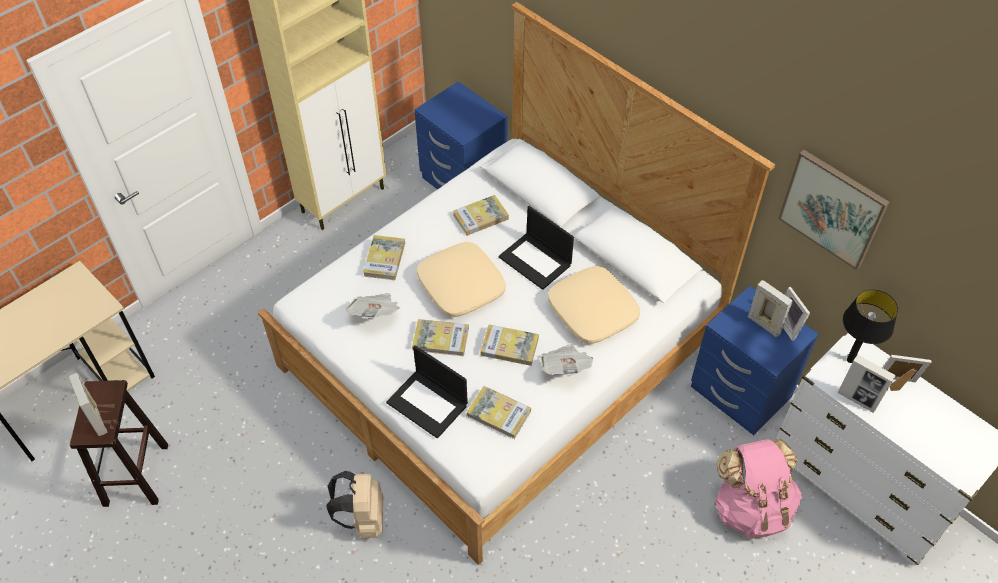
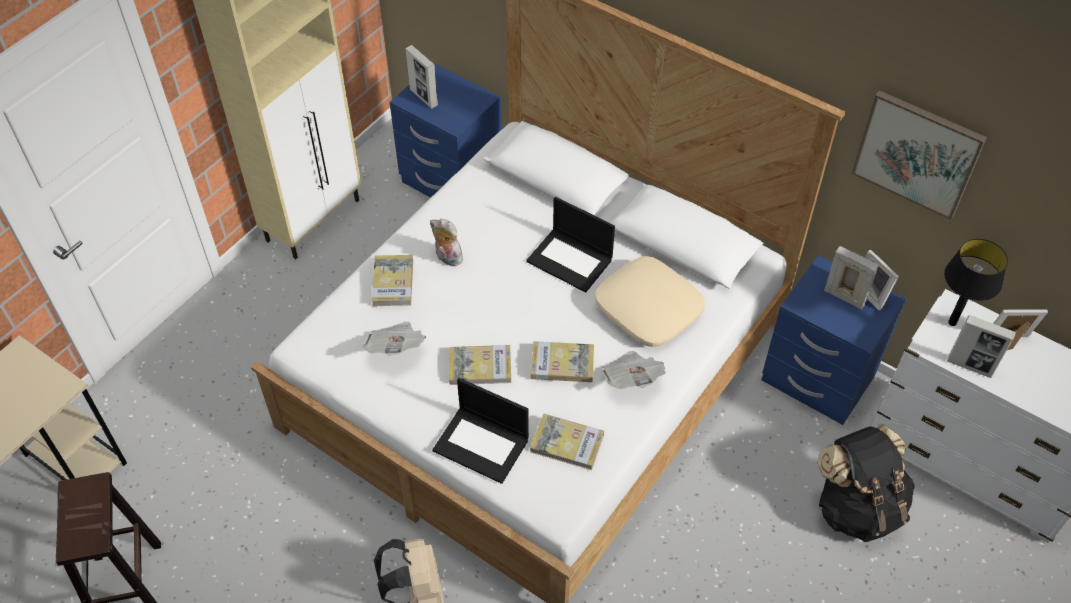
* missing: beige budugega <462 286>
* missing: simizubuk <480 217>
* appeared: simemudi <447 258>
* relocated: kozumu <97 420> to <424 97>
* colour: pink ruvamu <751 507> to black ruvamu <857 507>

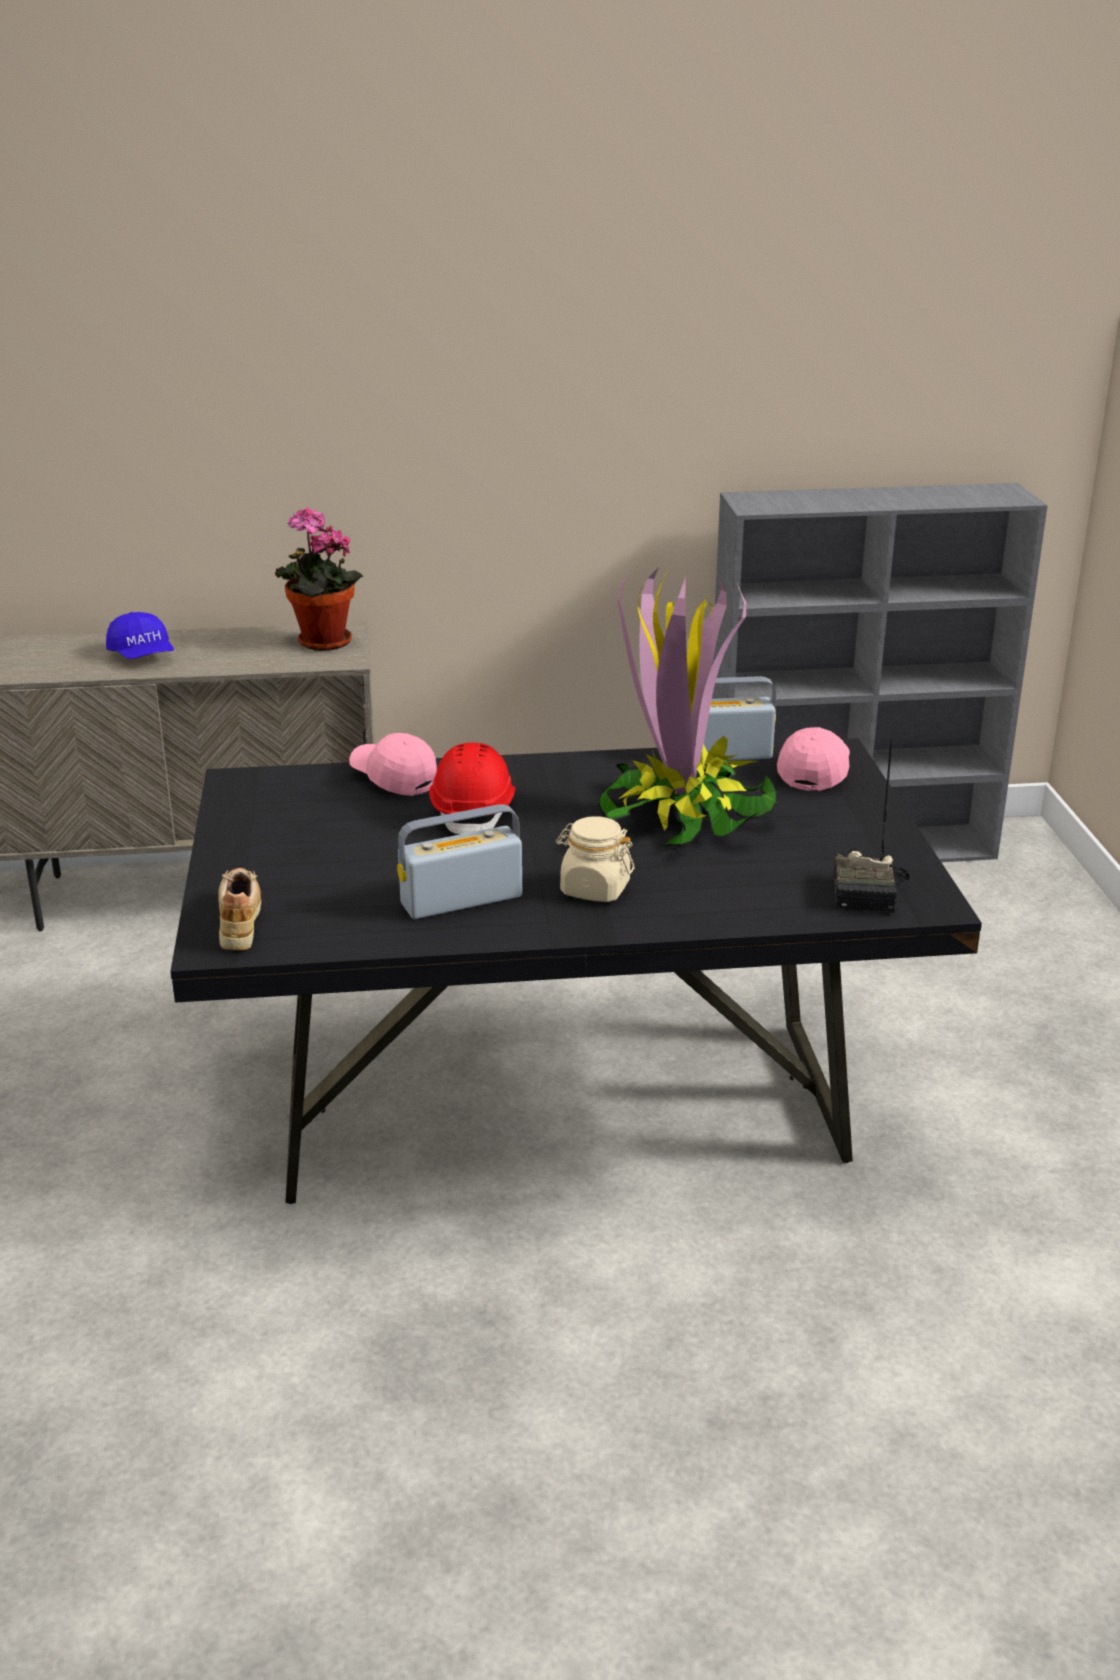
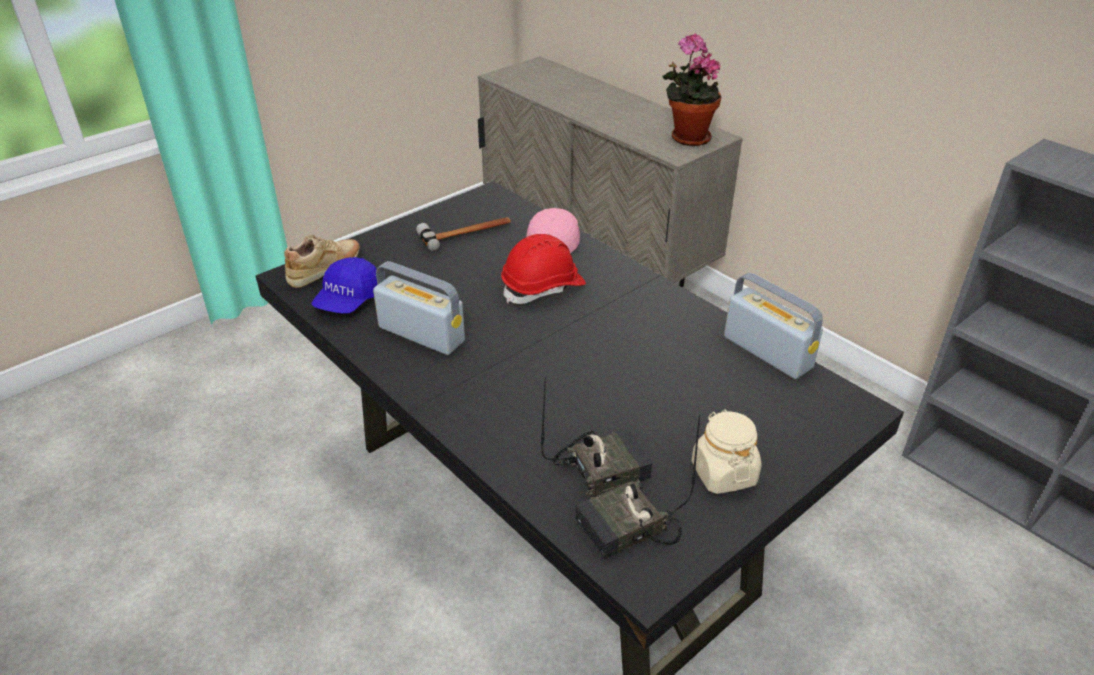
* missing: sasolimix <681 814>
* missing: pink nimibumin <814 771>
* appeared: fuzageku <466 234>
* appeared: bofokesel <602 467>
* relocated: blue nimibumin <142 656> to <348 301>
* relocated: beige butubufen <594 889> to <723 473>

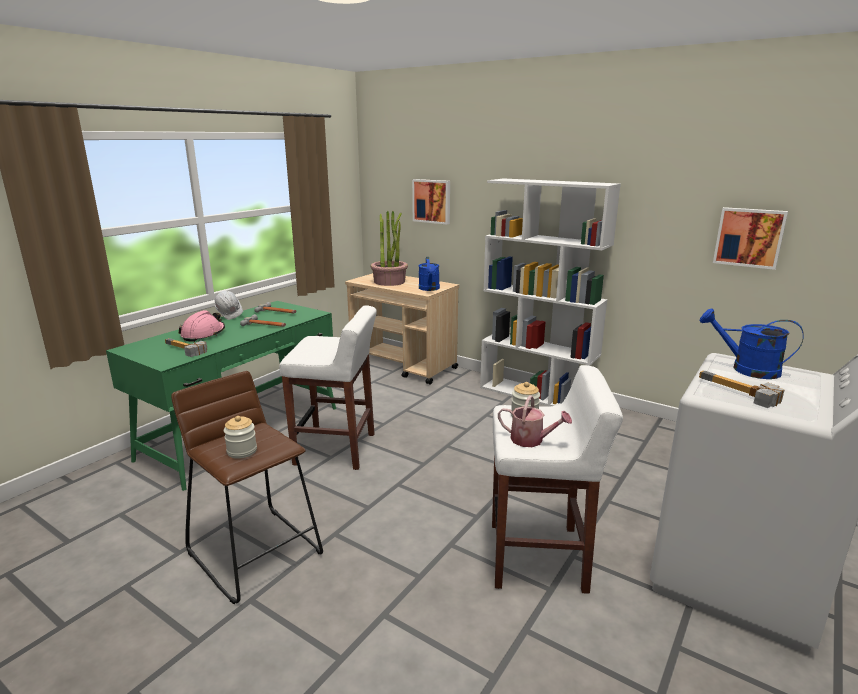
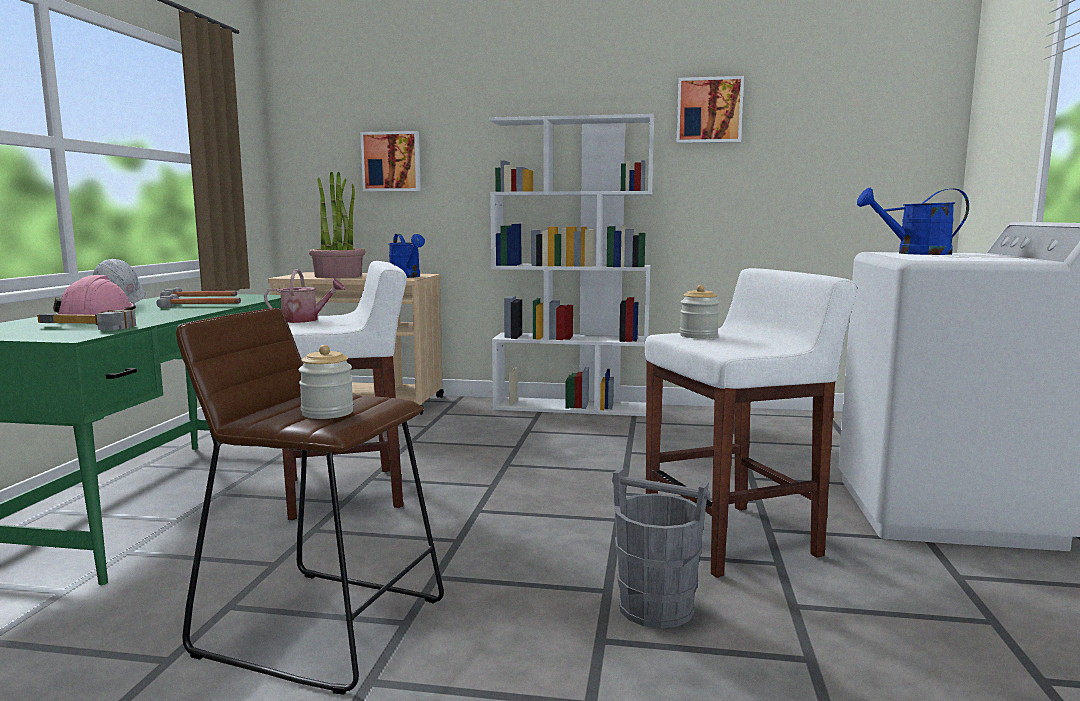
* missing: fuzageku <738 393>
* appeared: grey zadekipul <656 608>
* relocated: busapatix <531 440> to <305 320>
* relocated: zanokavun <749 237> to <709 110>

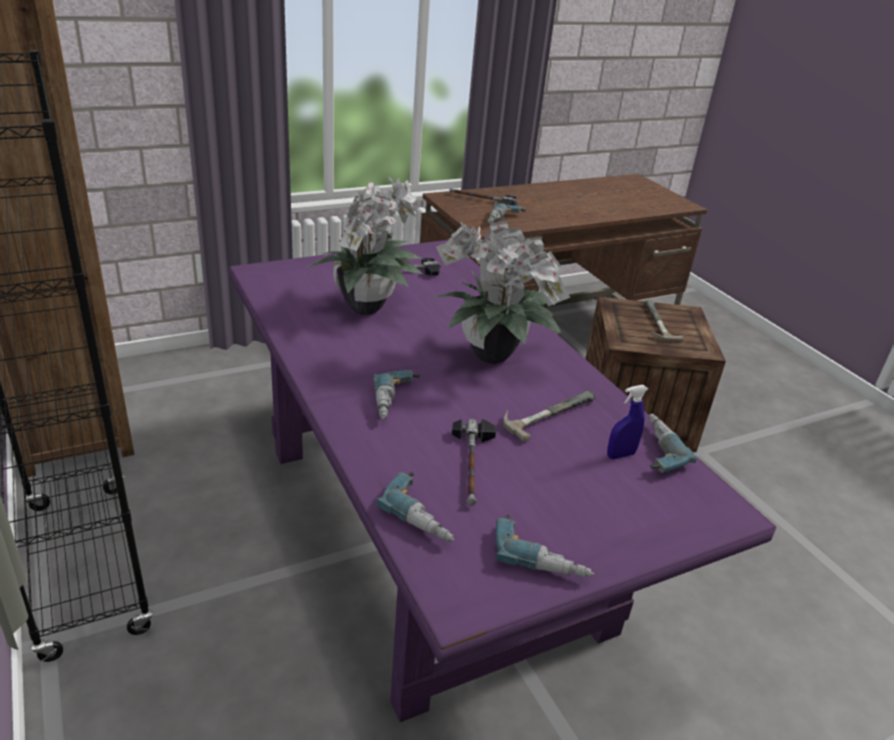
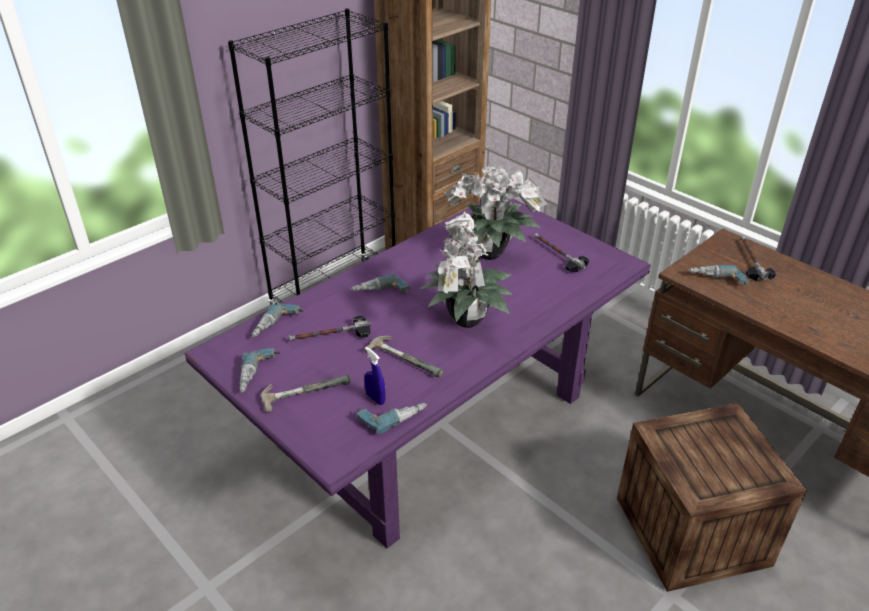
* relocated: fuzageku <654 323> to <304 389>

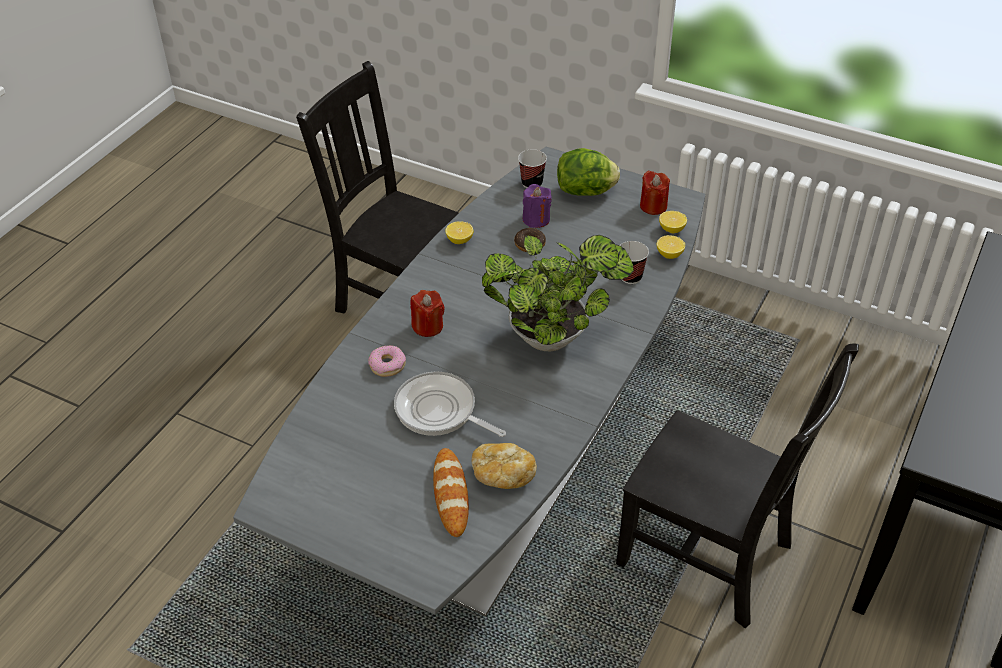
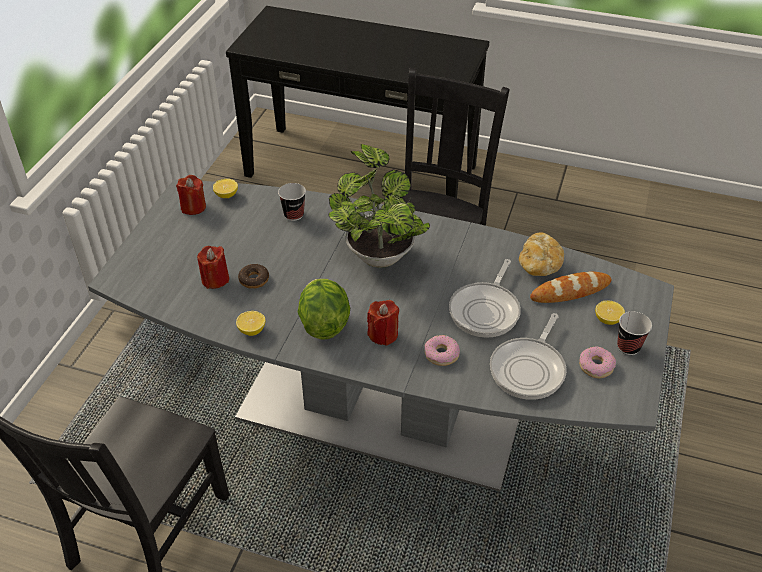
* appeared: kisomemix <529 369>
* appeared: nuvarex <596 366>
* relocated: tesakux <532 183> to <628 347>
* relocated: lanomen <586 192> to <324 323>
* relocated: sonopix <669 254> to <607 320>
* colour: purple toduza <536 219> to red toduza <215 279>

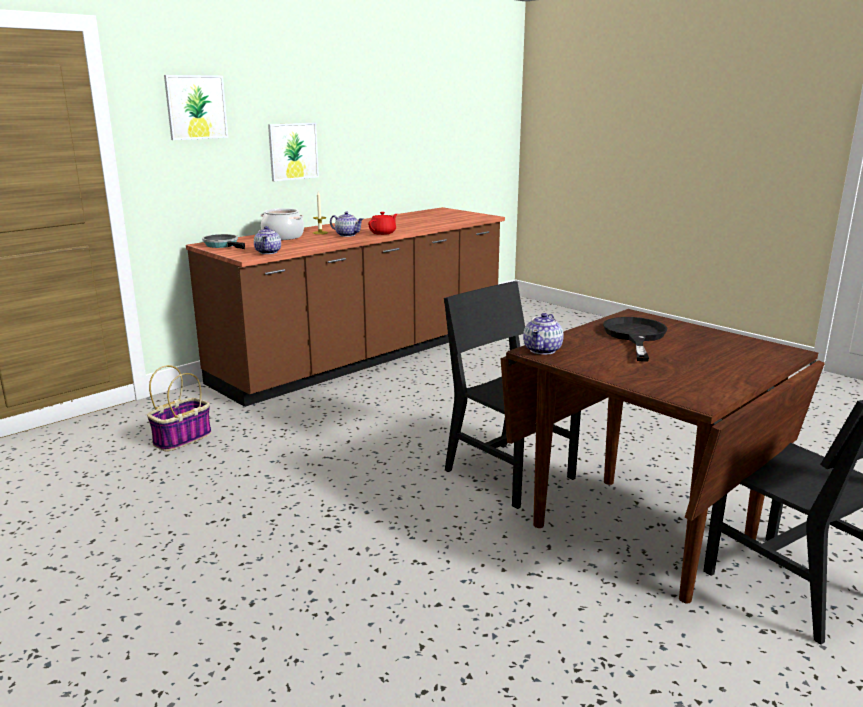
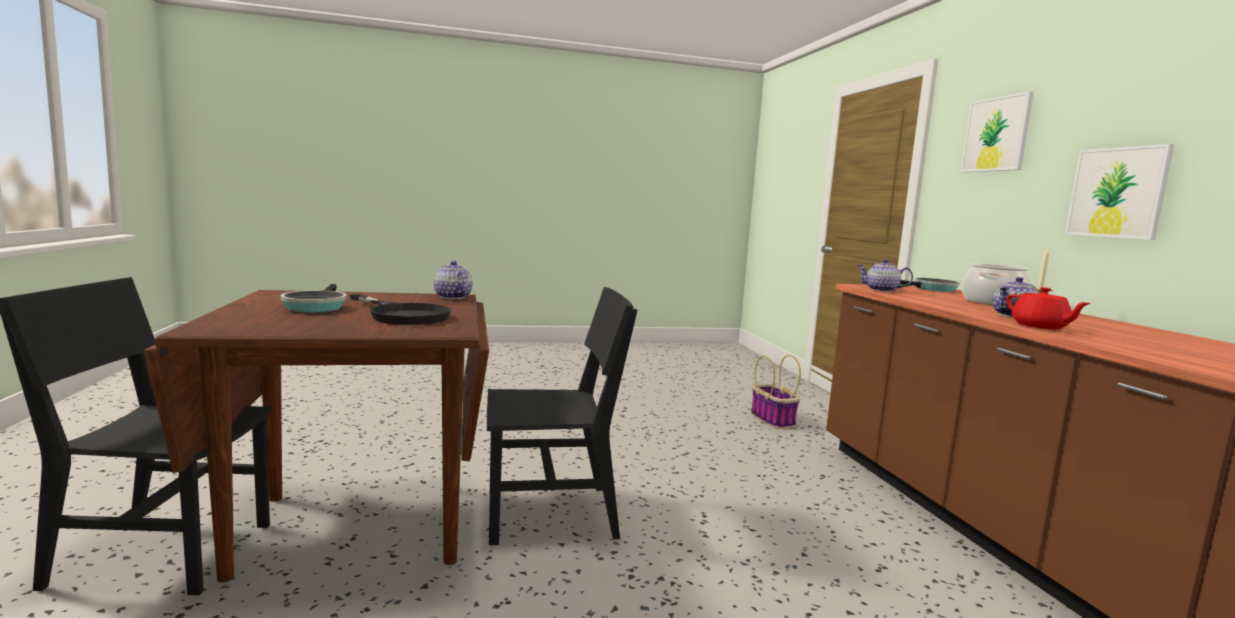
* appeared: kisomemix <315 307>

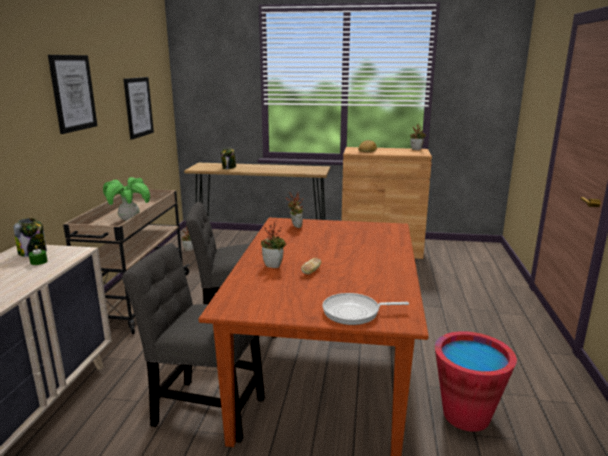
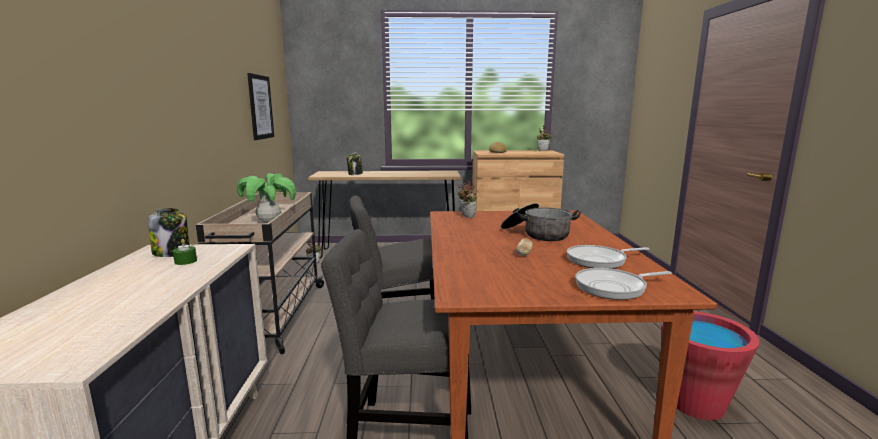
* missing: zanokavun <73 93>
* missing: sasolimix <274 265>
* appeared: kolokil <536 234>
* appeared: kisomemix <599 260>

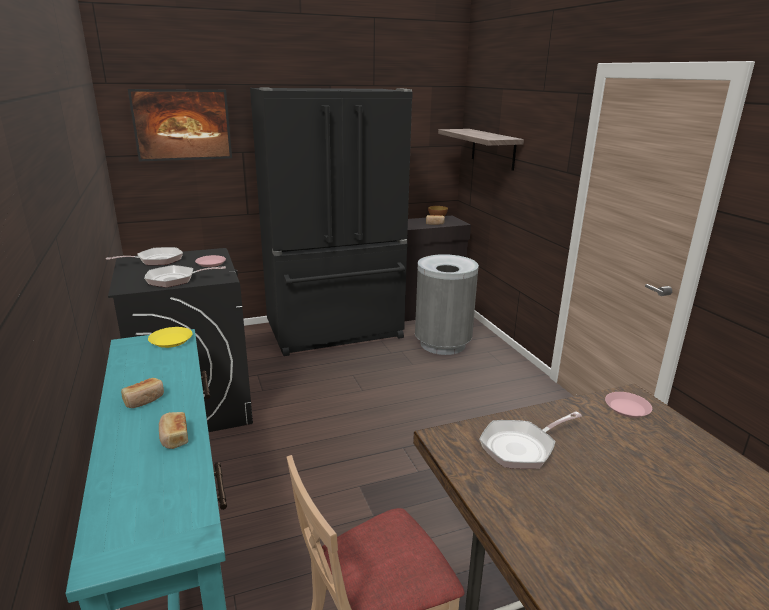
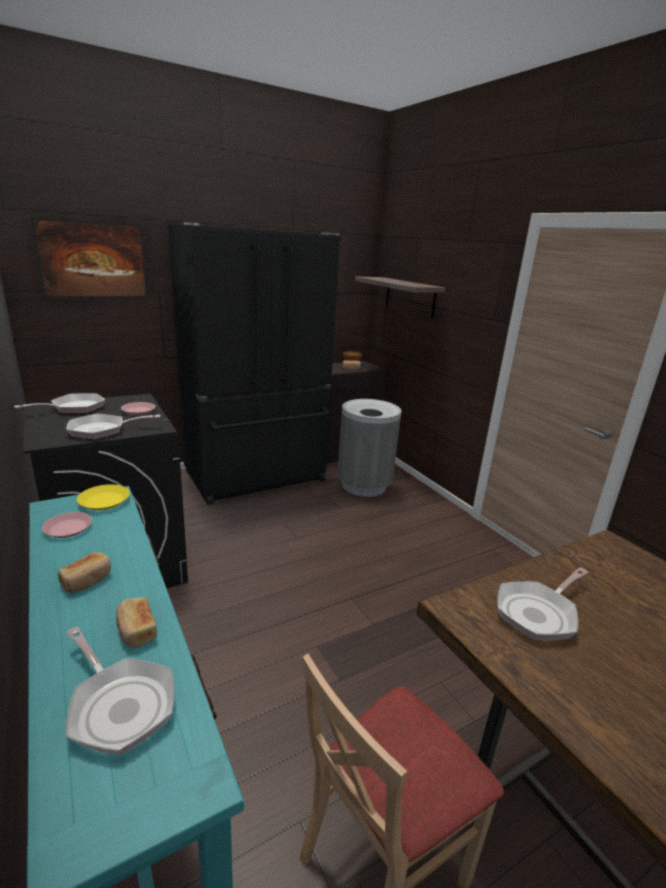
* appeared: kisomemix <119 705>
* relocated: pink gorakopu <627 408> to <68 528>

